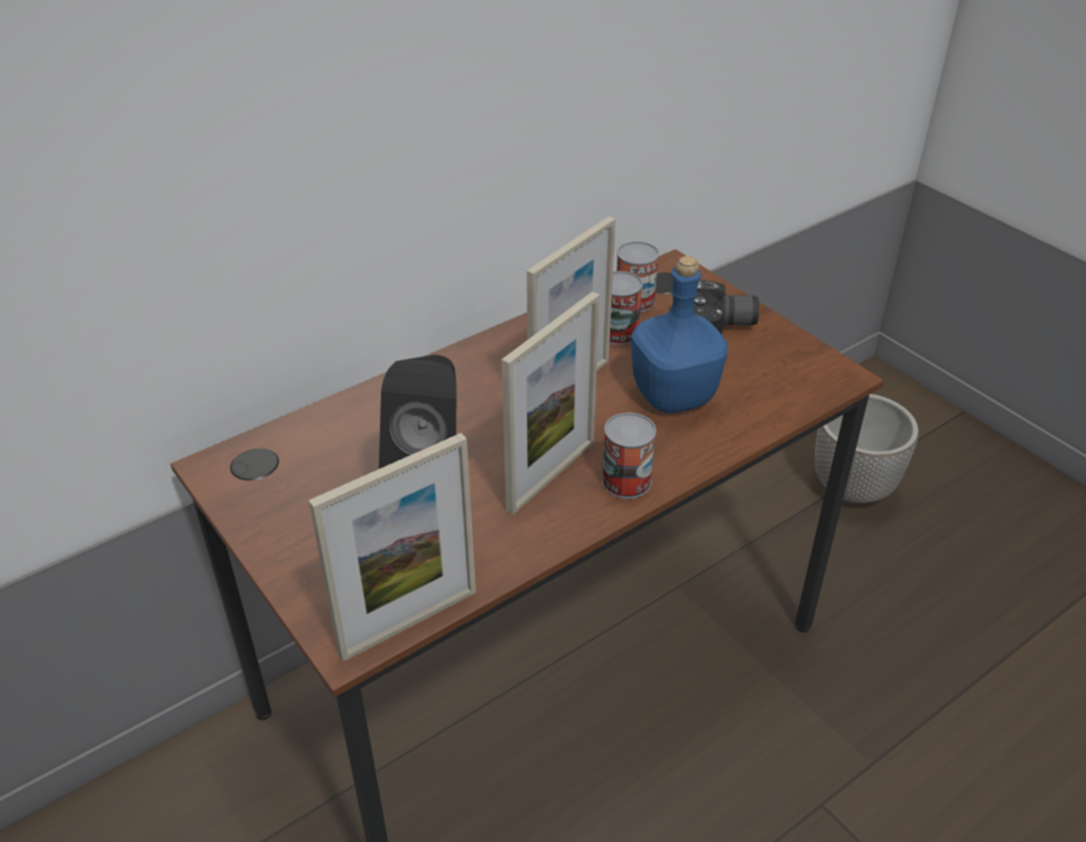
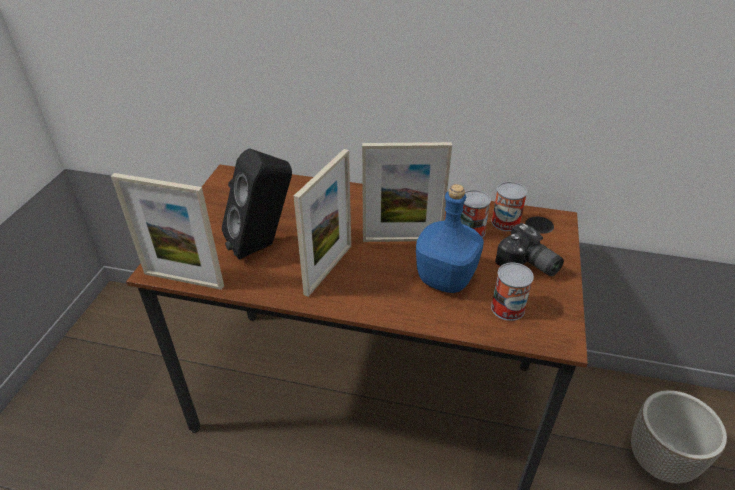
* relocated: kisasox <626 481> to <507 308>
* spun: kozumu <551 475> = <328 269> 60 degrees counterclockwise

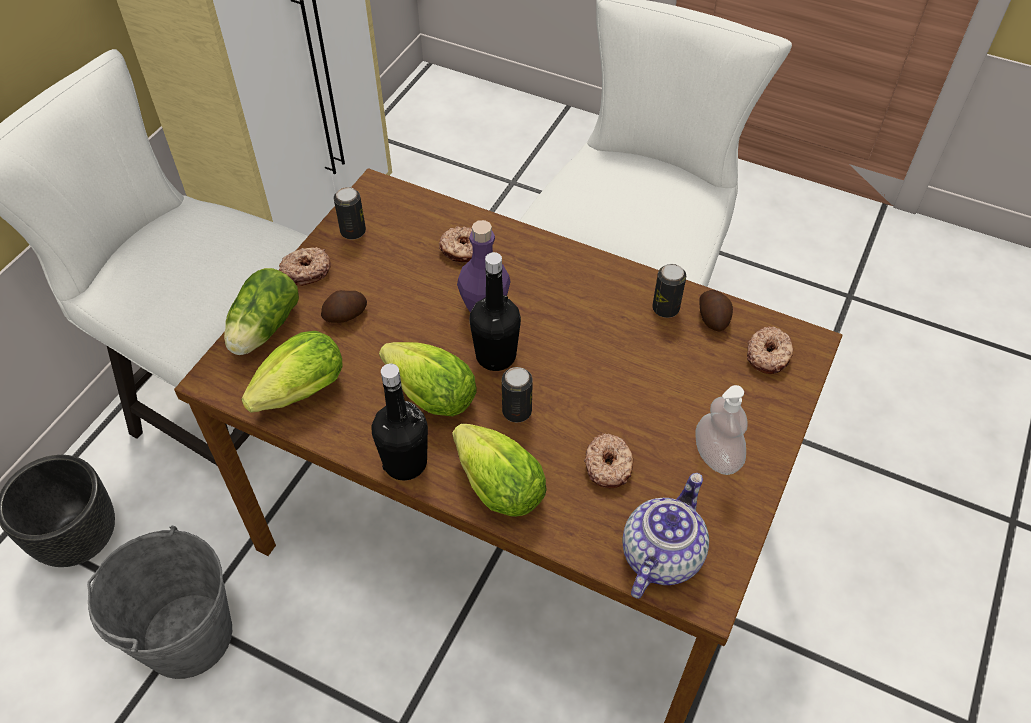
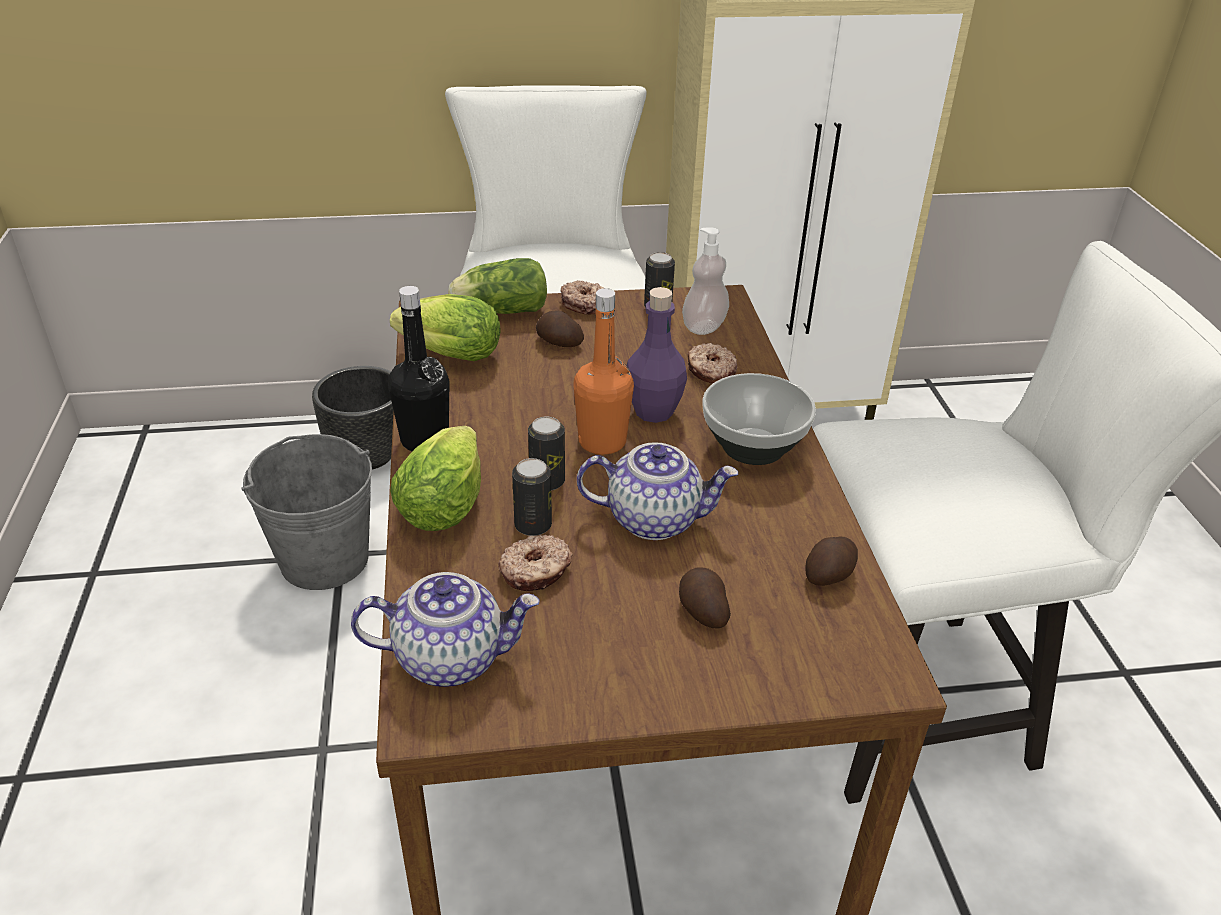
* missing: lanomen <426 393>
* missing: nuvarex <768 355>
* appeared: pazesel <655 518>
* appeared: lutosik <702 611>
* appeared: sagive <752 446>
* relocated: kisasox <665 308> to <533 525>
* relocated: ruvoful <716 456> to <704 327>
* colour: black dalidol <496 356> to orange dalidol <602 442>

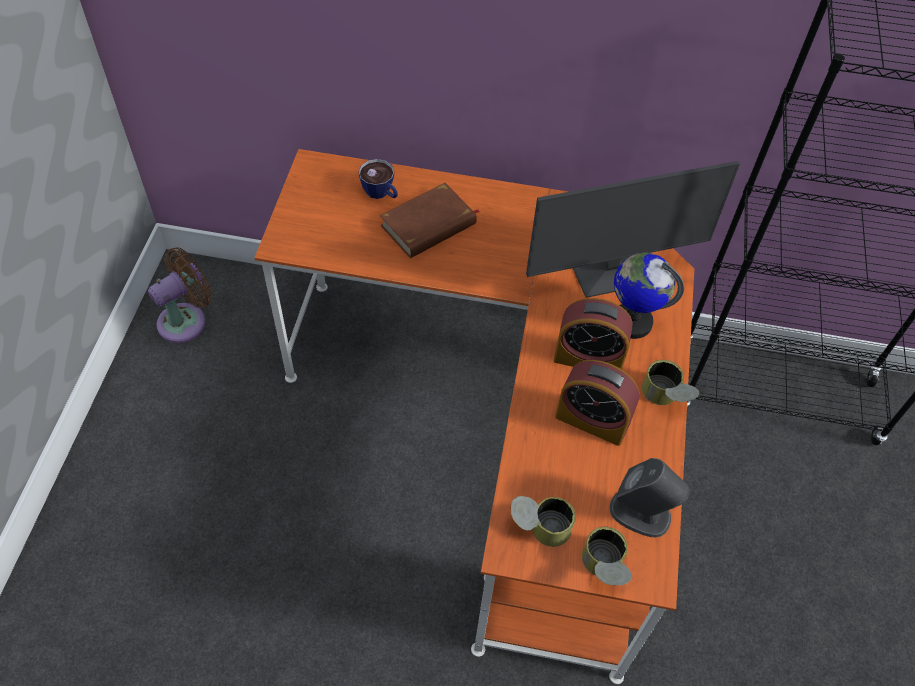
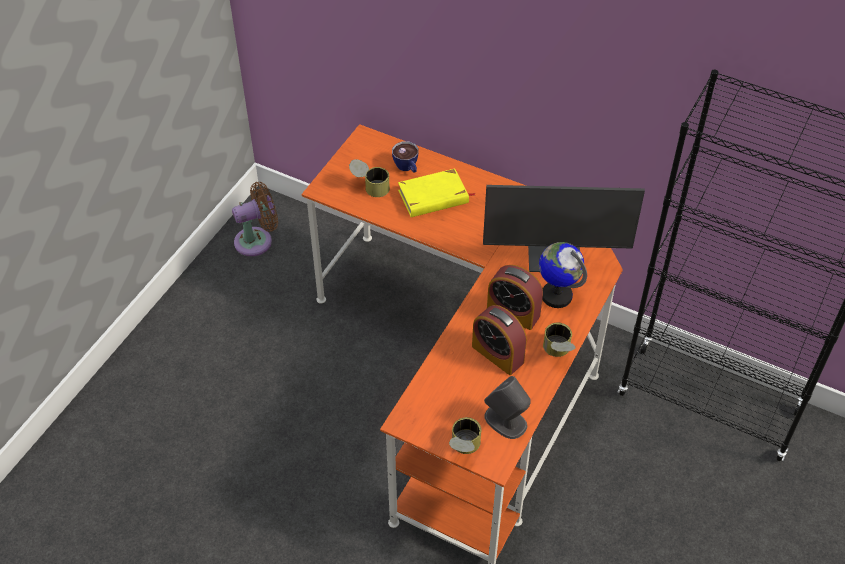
* relocated: kisasox <539 528> to <370 187>
* colour: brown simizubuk <429 225> to yellow simizubuk <433 197>

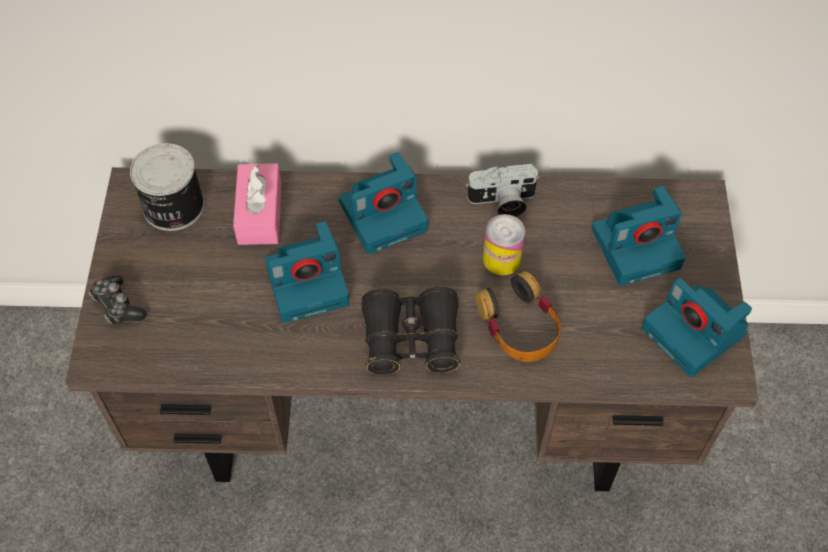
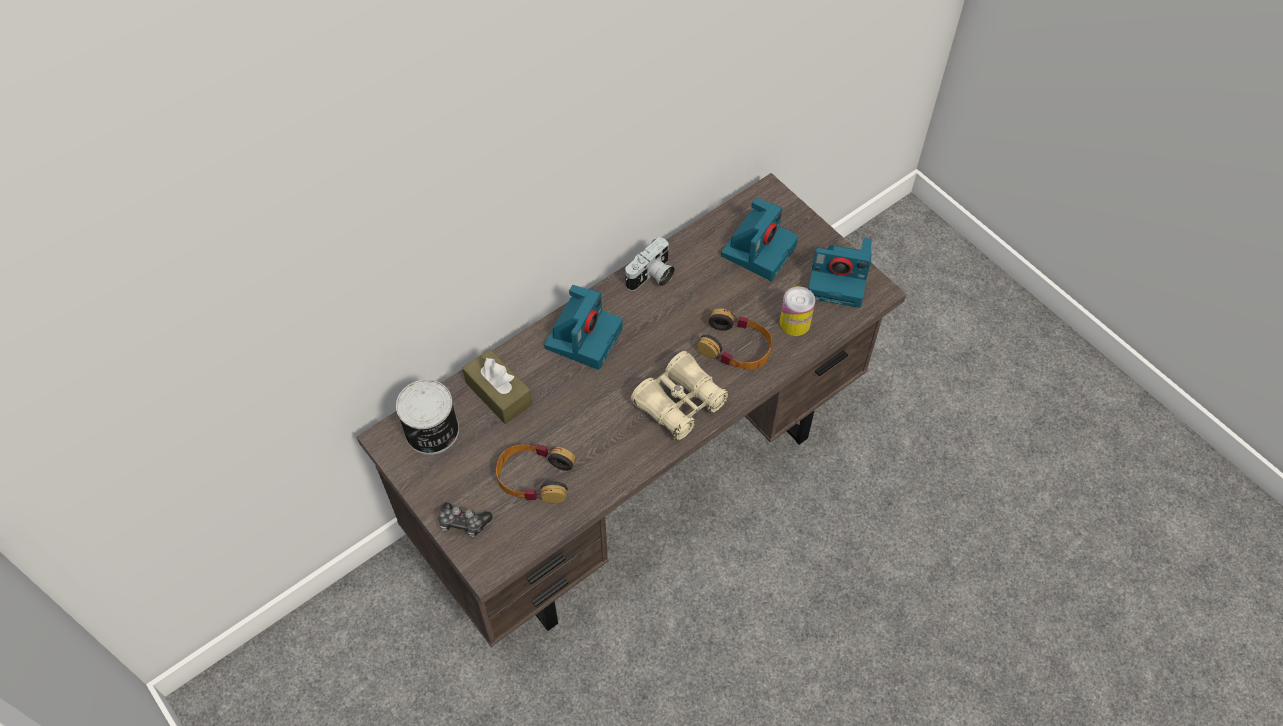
* missing: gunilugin <308 282>
* appeared: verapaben <534 477>
* relocated: kisasox <501 259> to <794 323>
* colour: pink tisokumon <260 213> to brown tisokumon <499 393>
* colour: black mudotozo <411 340> to beige mudotozo <679 403>

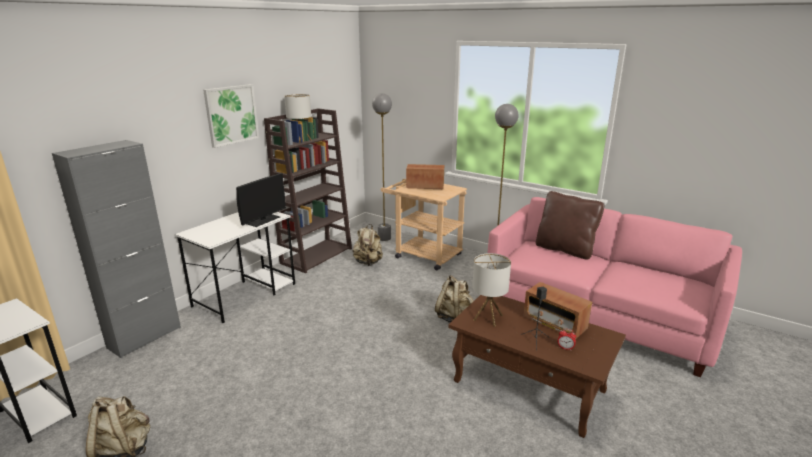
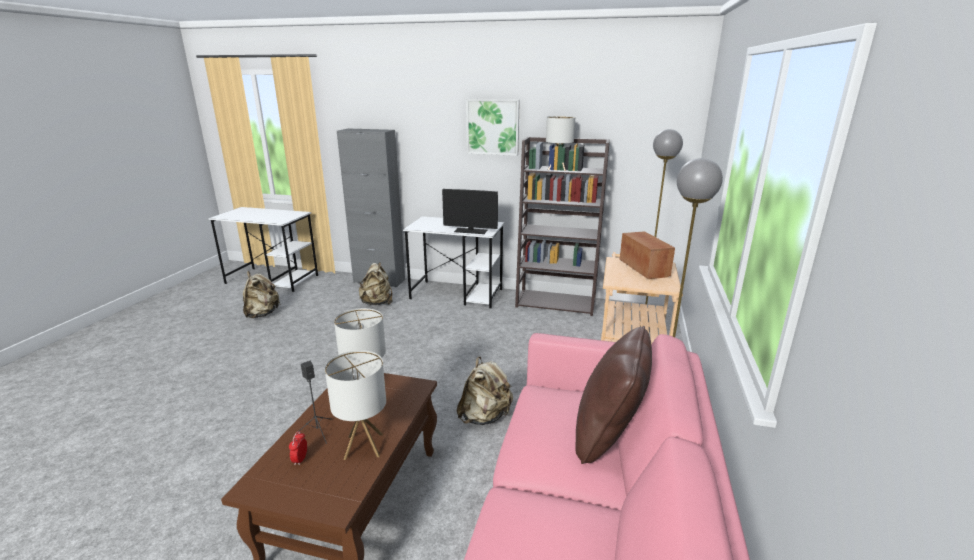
* relocated: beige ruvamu <368 262> to <377 303>
* exchanged: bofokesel <554 323> to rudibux <363 446>

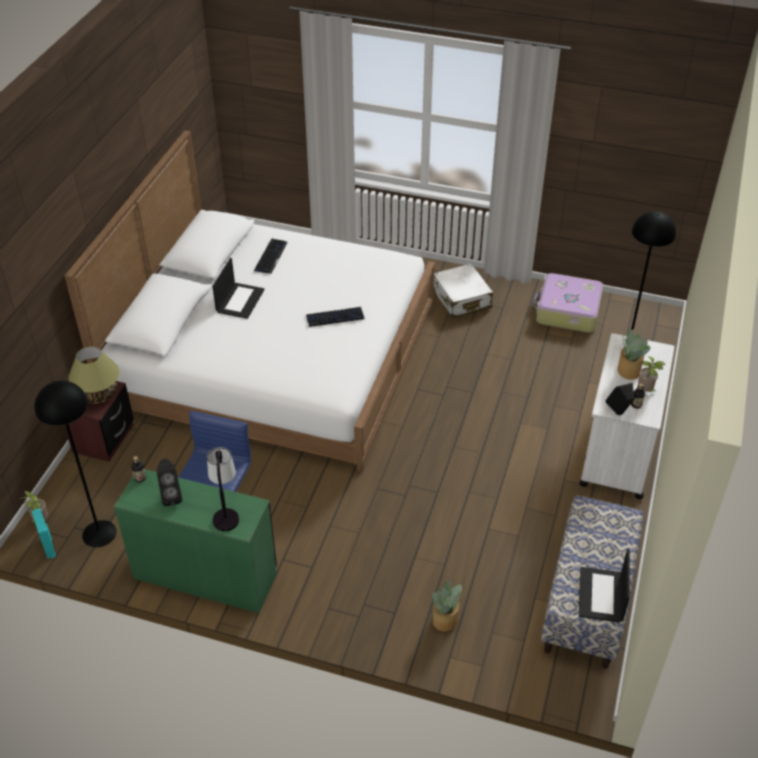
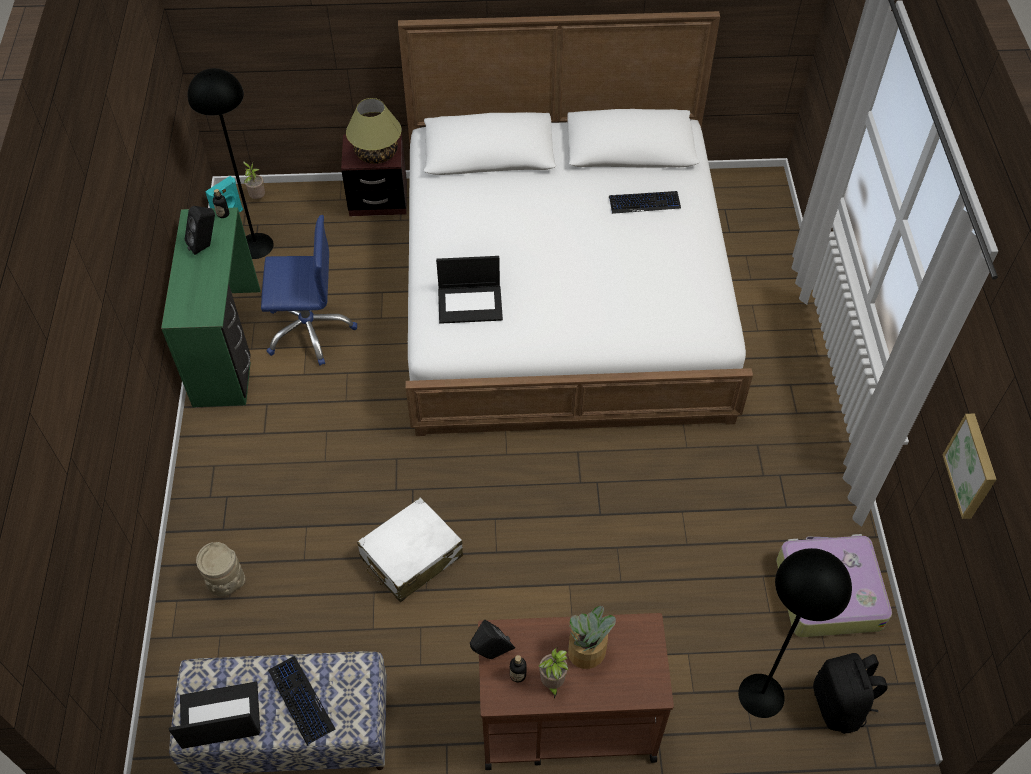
* missing: rudibux <225 510>
* appeared: black ruvamu <840 705>
* appeared: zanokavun <973 466>
* relocated: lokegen <240 300> to <470 303>
* relocated: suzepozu <335 317> to <301 700>
* relocated: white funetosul <461 299> to <411 557>
* exchanged: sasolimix <446 619> to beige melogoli <226 583>
* colour: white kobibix <618 451> to brown kobibix <566 721>

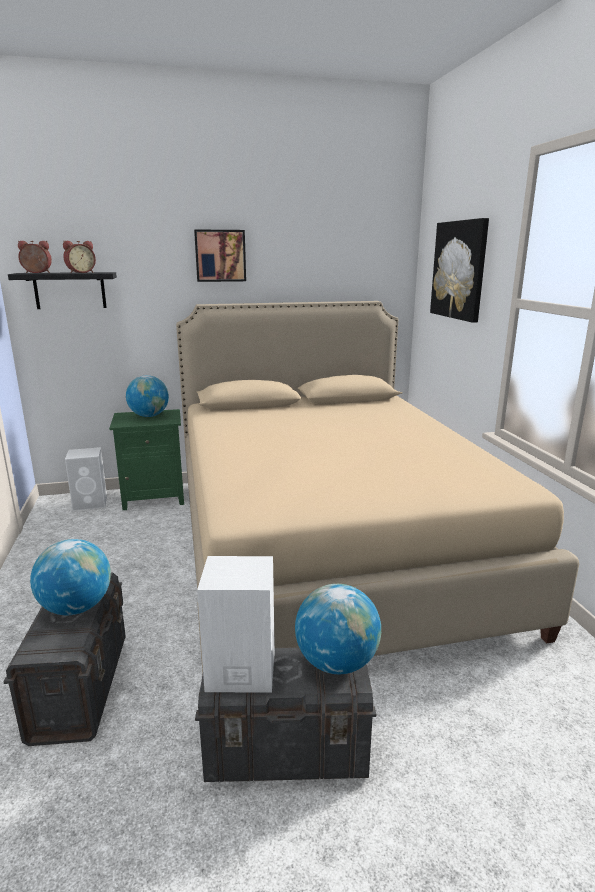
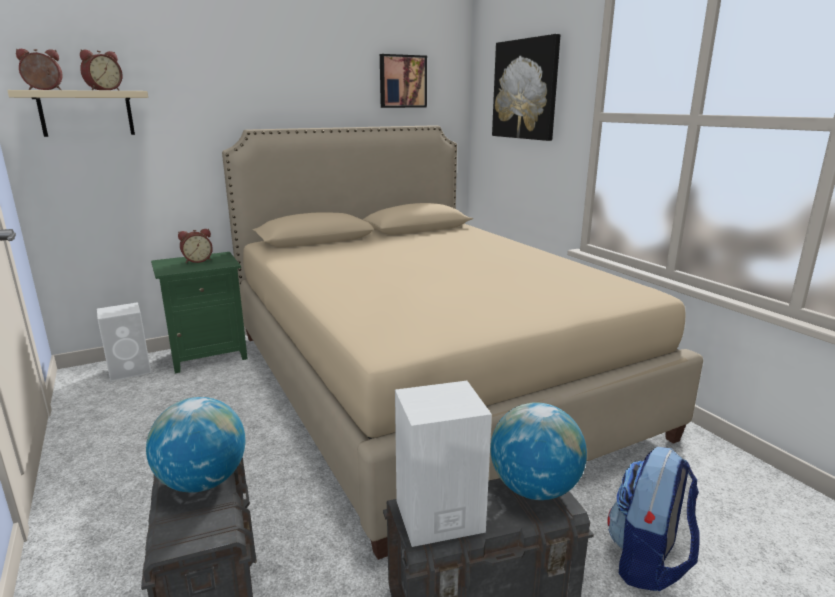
* appeared: ruvamu <648 561>
* relocated: zanokavun <220 256> to <402 81>
* exchanged: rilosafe <149 416> to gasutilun <197 260>
* colour: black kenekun <70 290> to beige kenekun <86 113>

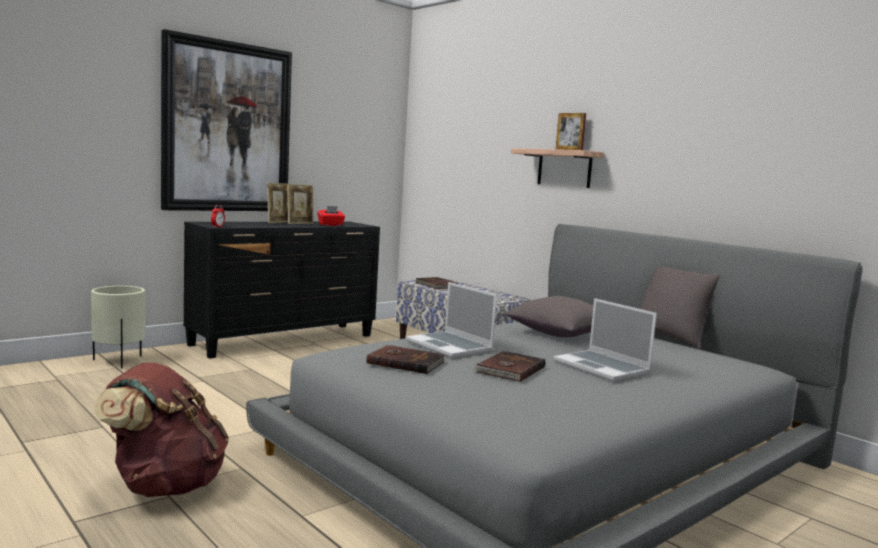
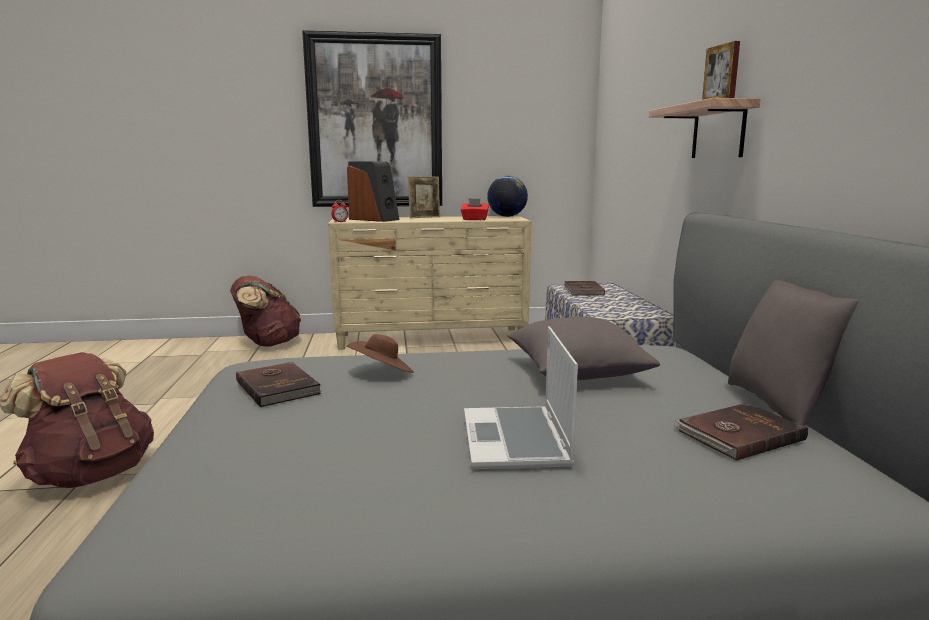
* missing: kozumu <300 223>
* appeared: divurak <374 219>
* appeared: rilosafe <507 216>
* relocated: brown simizubuk <509 369> to <738 435>
* exchanged: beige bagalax <118 361> to brown ruvamu <267 343>
* exchanged: lokegen <450 346> to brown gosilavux <382 373>
* colour: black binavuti <285 340> to beige binavuti <432 339>

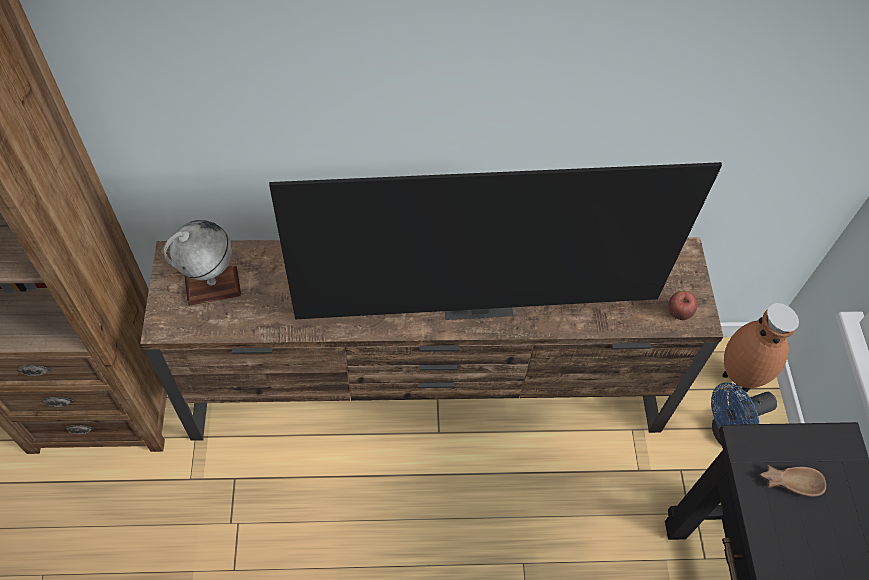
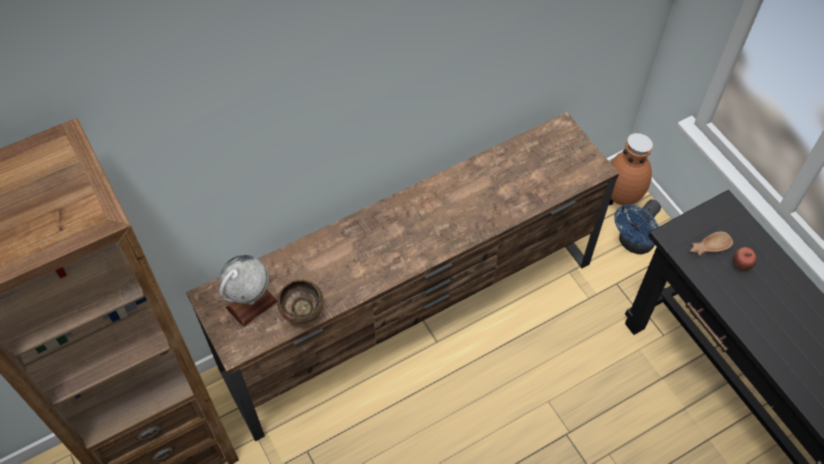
* missing: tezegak <477 298>
* appeared: brown sagive <304 314>
* relocated: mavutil <678 313> to <741 265>

